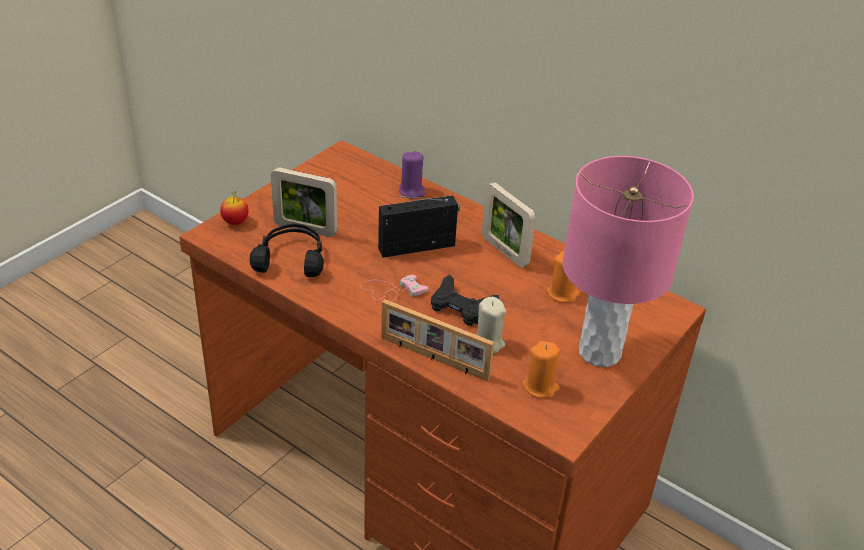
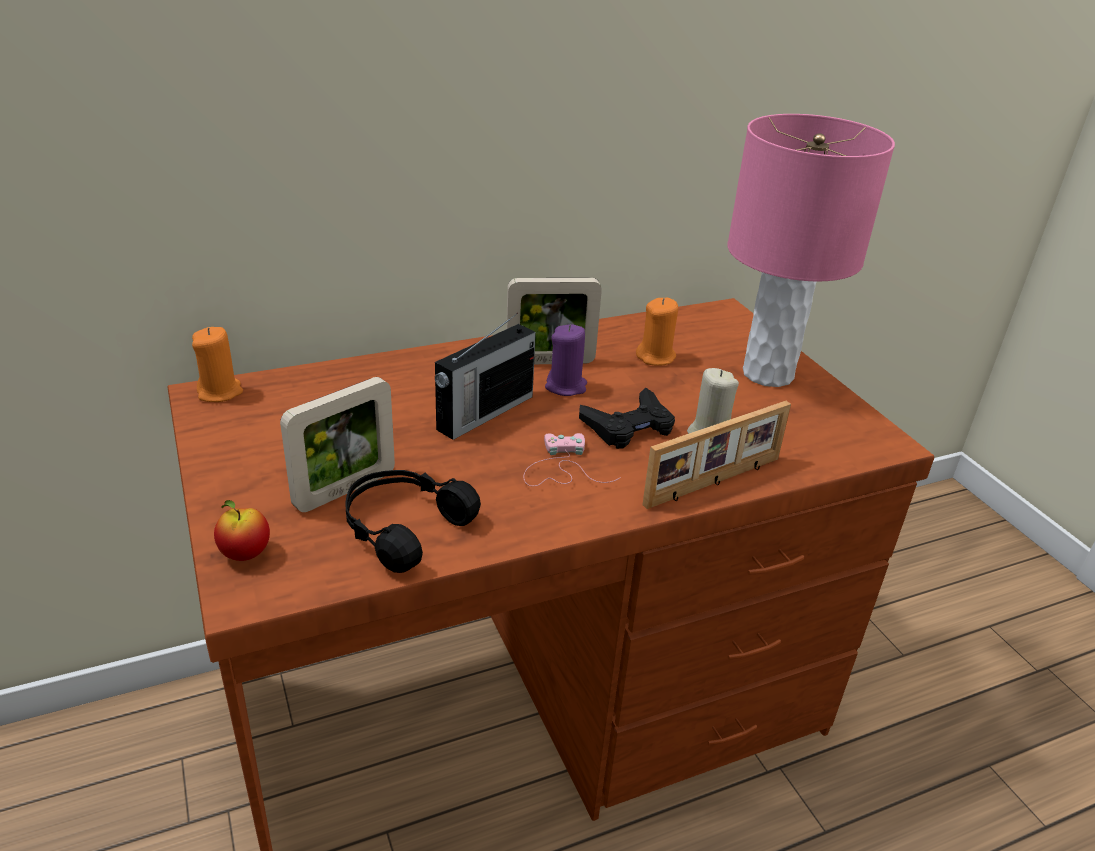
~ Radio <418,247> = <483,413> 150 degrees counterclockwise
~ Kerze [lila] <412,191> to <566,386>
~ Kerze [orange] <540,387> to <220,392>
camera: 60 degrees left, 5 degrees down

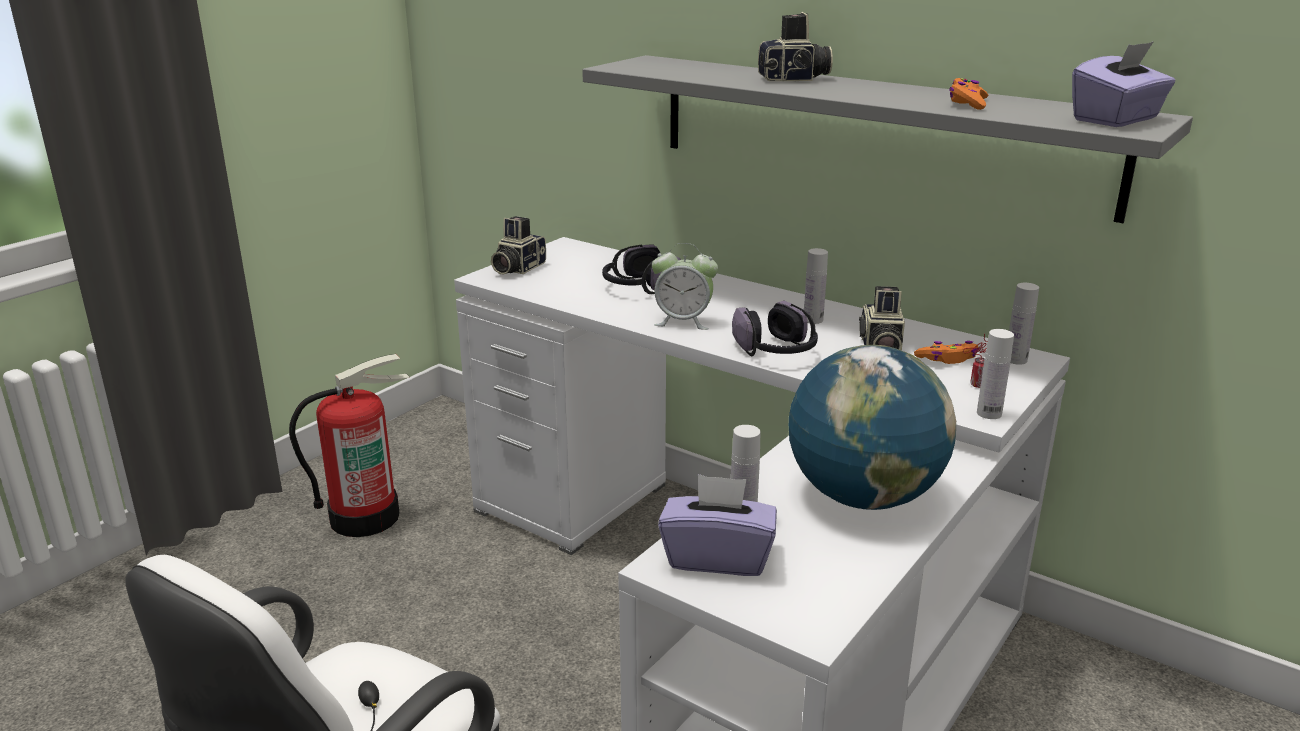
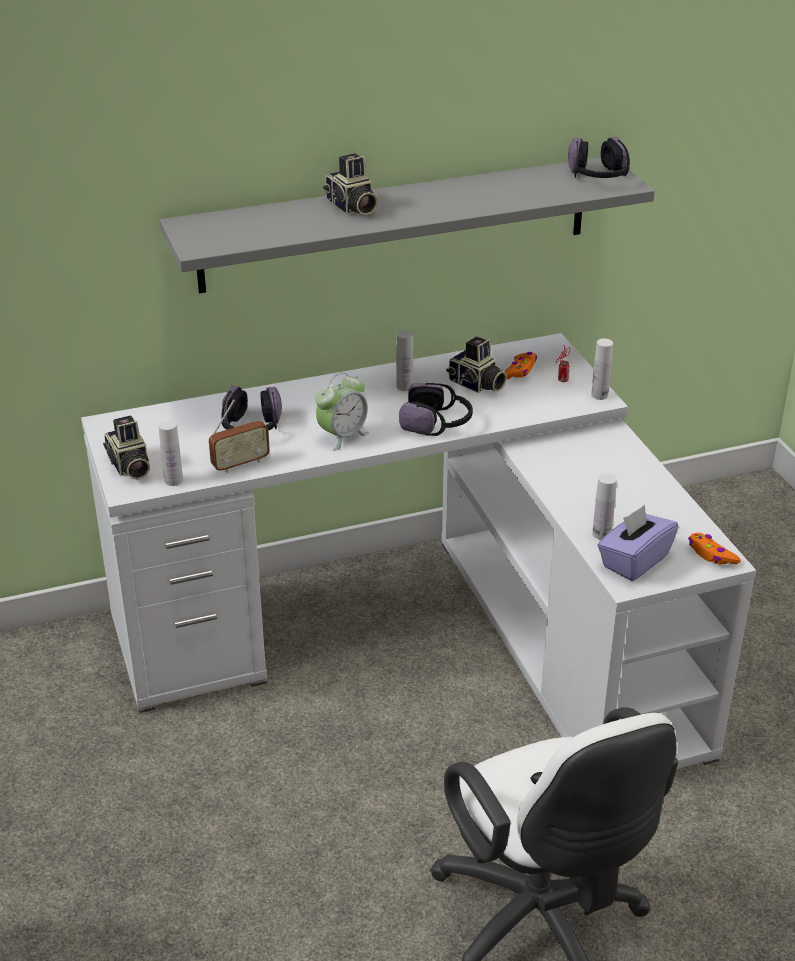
- Feuerlöscher <365,517>
~ Kamera <794,79> = <351,207> 120 degrees clockwise
- Globus <863,496>
~ Gamepad [orange] <967,103> to <711,555>
~ Flasche [weiß] <1015,360> to <173,480>
~ Taschentuchbox [lila] <1117,120> to Kopfhörer <598,177>
+ Radio <240,464>
camera: 55 degrees left, 10 degrees up

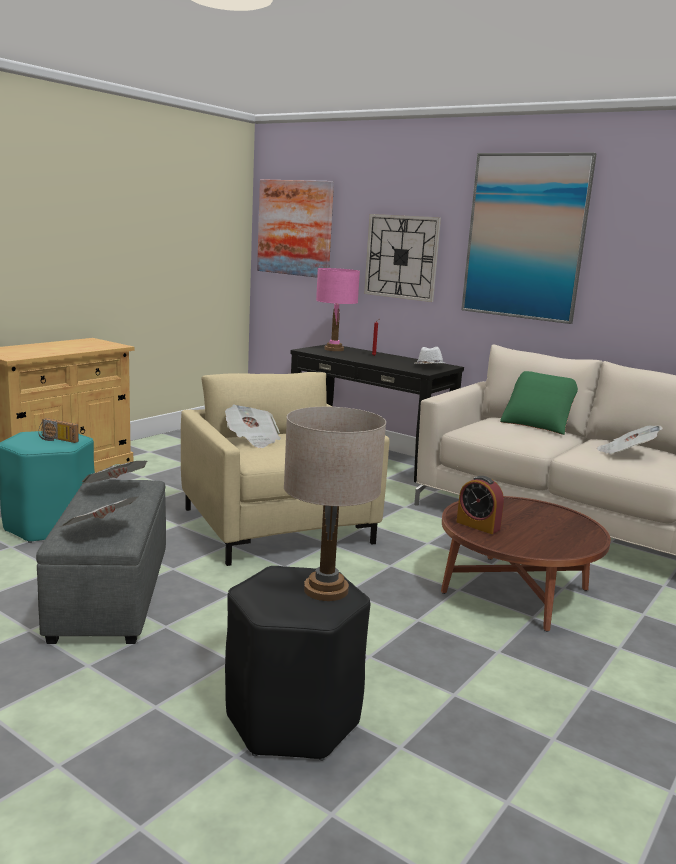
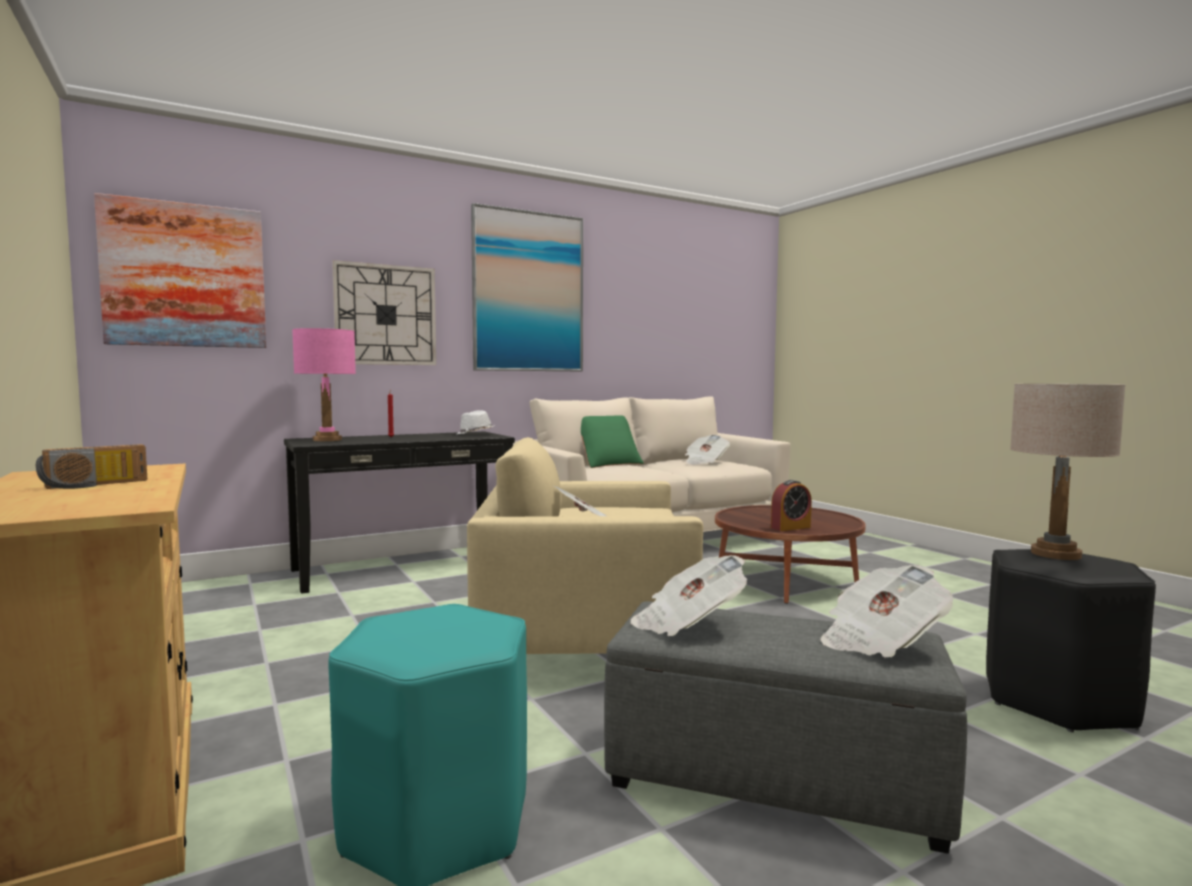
~ Radio <56,440> to <95,485>
camera: 65 degrees left, 10 degrees down

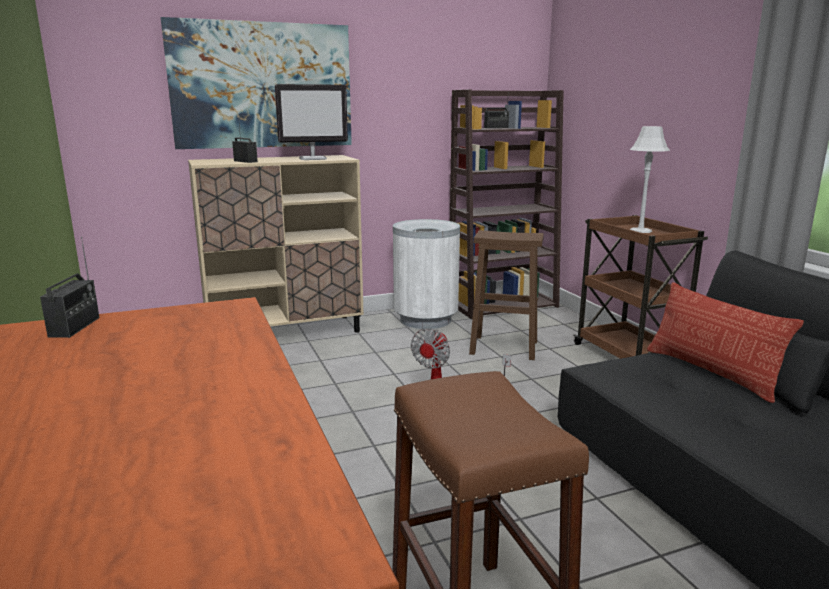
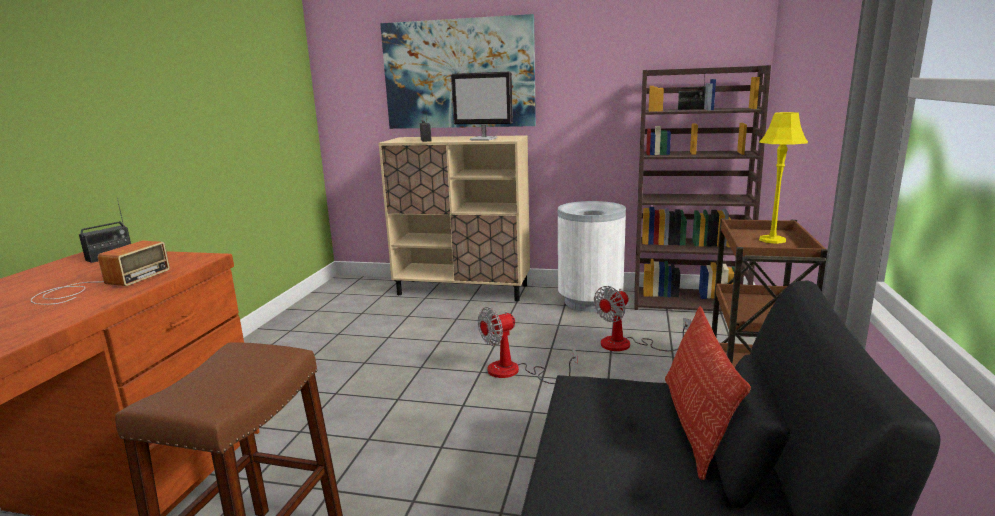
~ Hocker [braun] <505,347> to Ventilator <627,345>
~ Tischlampe [grau] <640,231> to Tischlampe [gelb] <772,240>
+ Radio <98,286>
camera: 35 degrees right, 0 degrees up

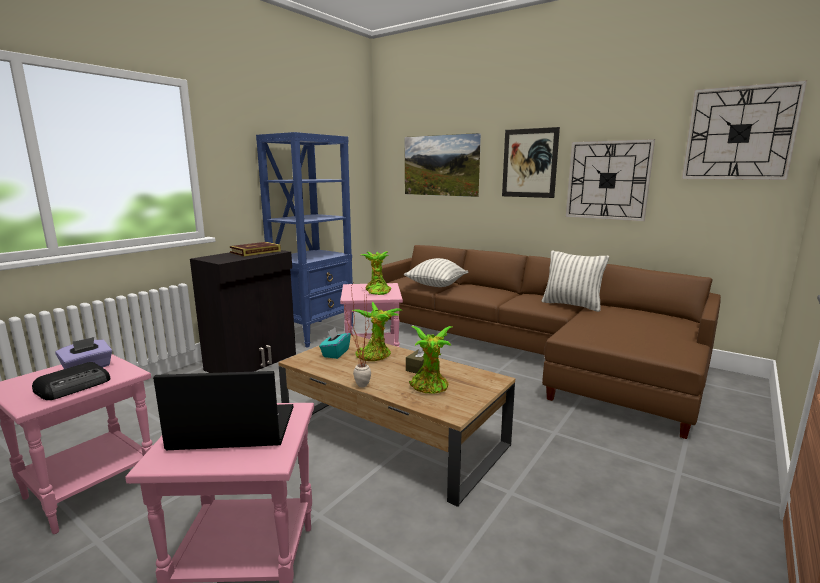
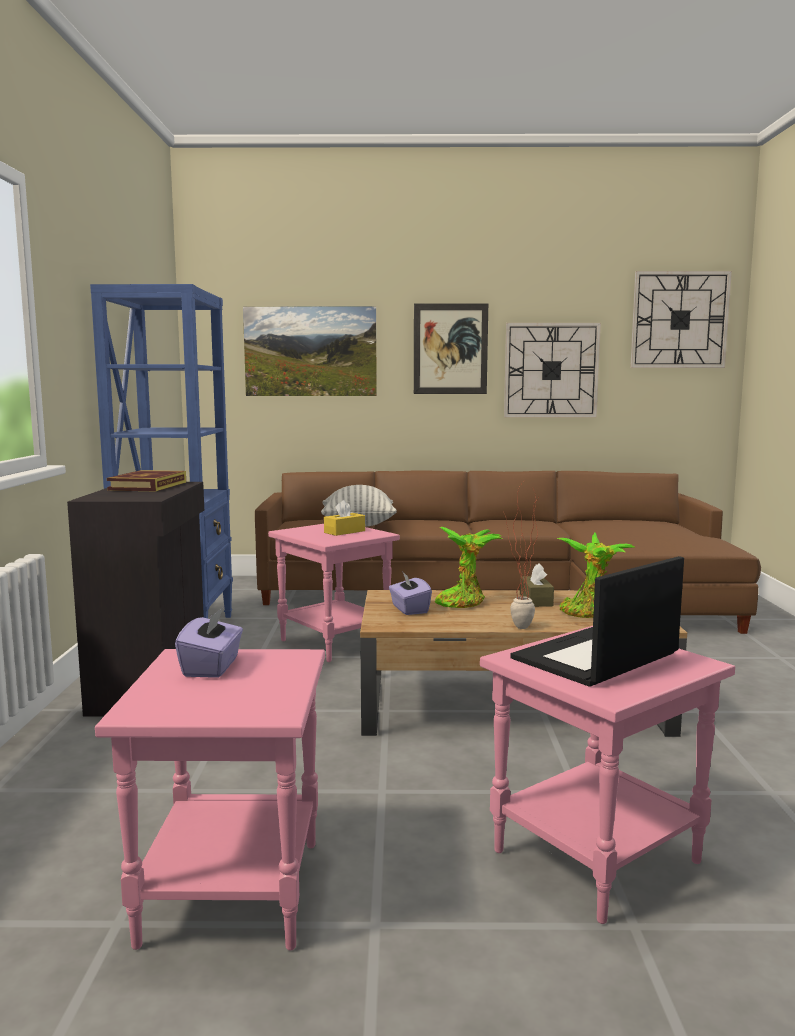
- Radio <75,386>
~ Taschentuchbox [türkis] <335,353> to Taschentuchbox [lila] <409,609>
~ Topfpflanze <377,291> to Taschentuchbox [gelb] <344,532>
- Kissen <571,305>
camera: 35 degrees left, 5 degrees down

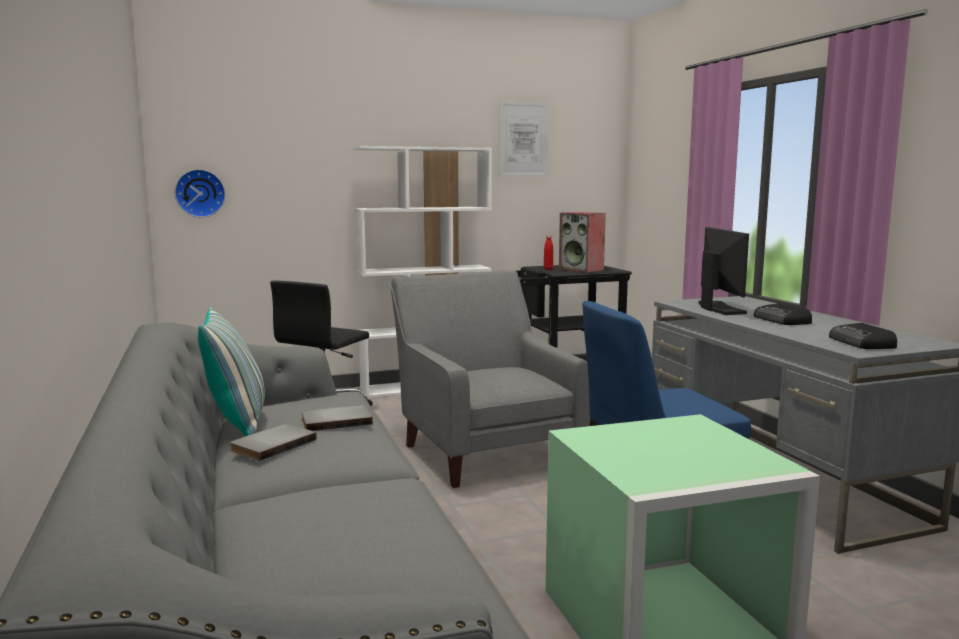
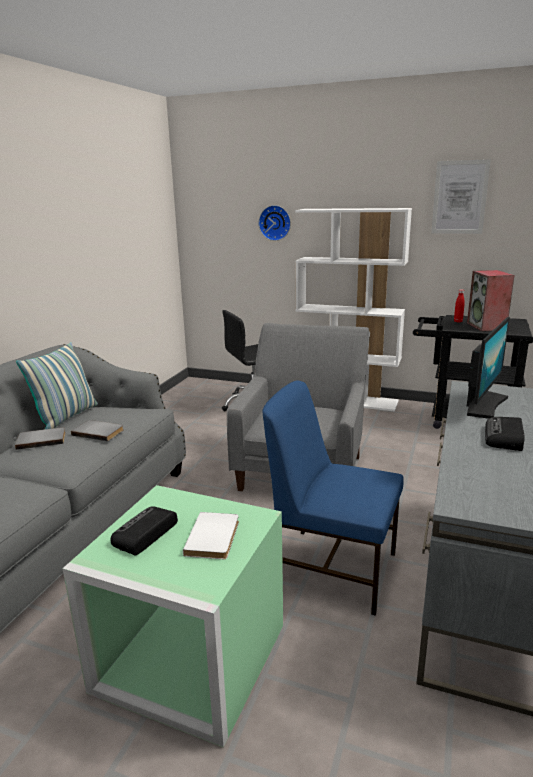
~ Wanduhr <200,193> to <275,223>
~ Radio <862,343> to <144,534>
+ Buch [weiß] <215,537>
camera: 40 degrees right, 10 degrees up

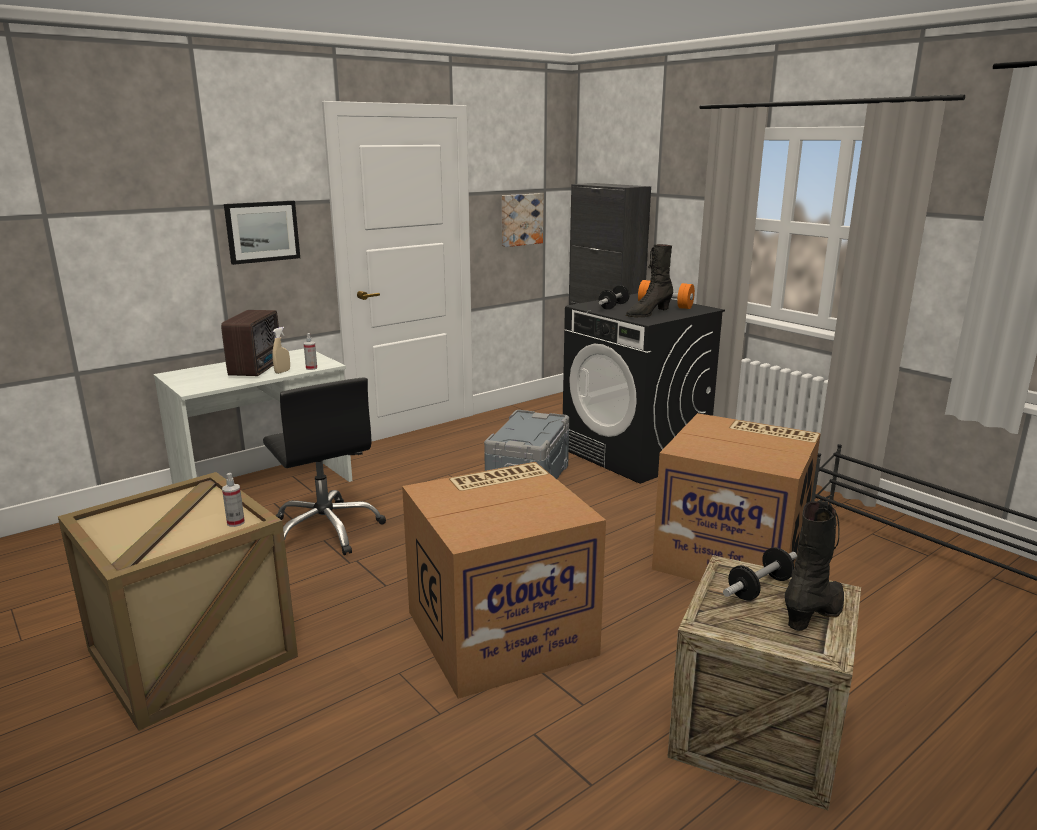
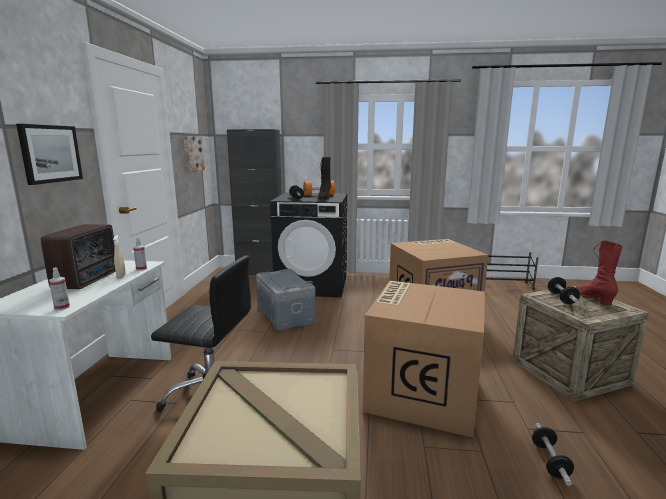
~ Radio <258,368> = <89,280> 45 degrees clockwise
~ Sprühflasche <235,522> to <62,307>
~ Stiefel [schwarz] <815,614> to Stiefel [rot] <593,299>
+ Hantel <550,461>
camera: 45 degrees left, 5 degrees down

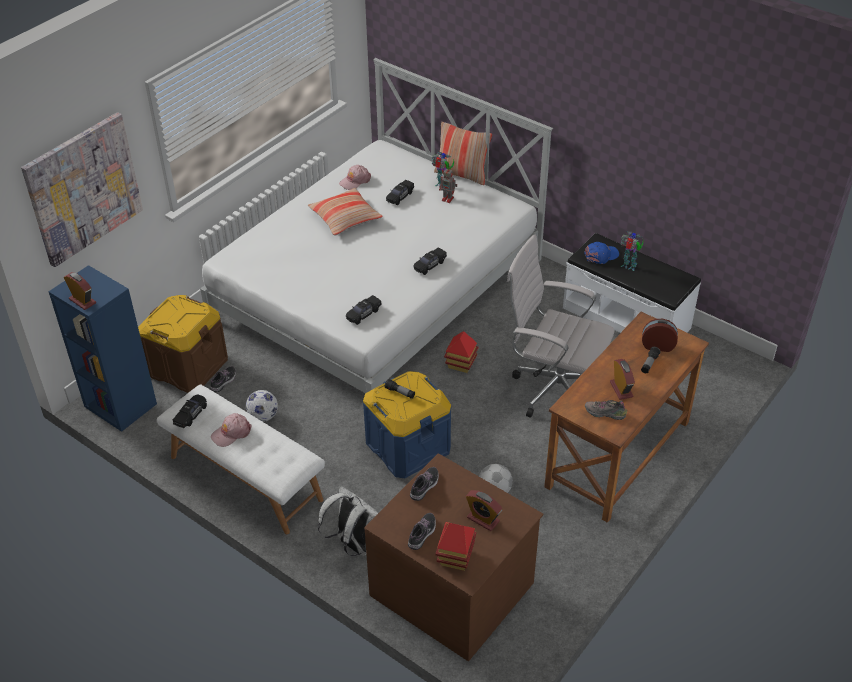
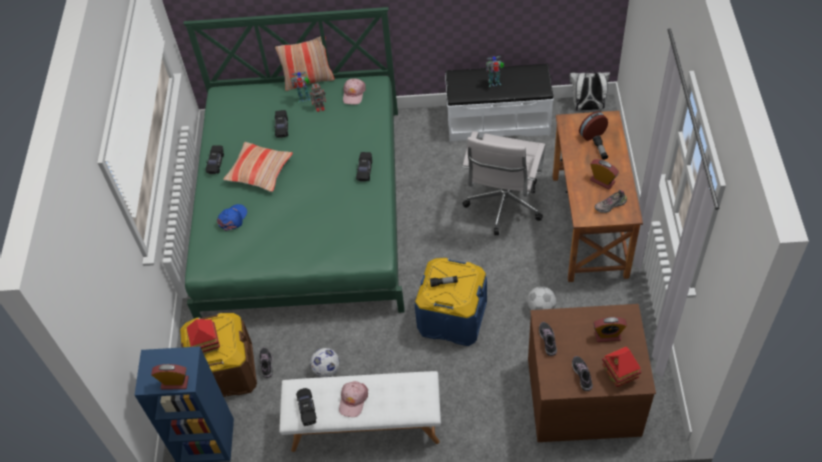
- Bild <83,188>
~ Bett [weiß] <377,288> to Bett [grün] <303,211>
~ Rucksack [weiß] <354,544> to <587,107>
~ Kappe [rosa] <355,181> to <353,94>
~ Spielzeugauto [schwarz] <363,314> to <215,163>
~ Spielzeughaus <460,364> to <206,345>
~ Bürostuhl [weiß] <553,389> = <503,207> 60 degrees counterclockwise
~ Kappe [blau] <601,255> to <233,218>
camera: 35 degrees left, 10 degrees up

